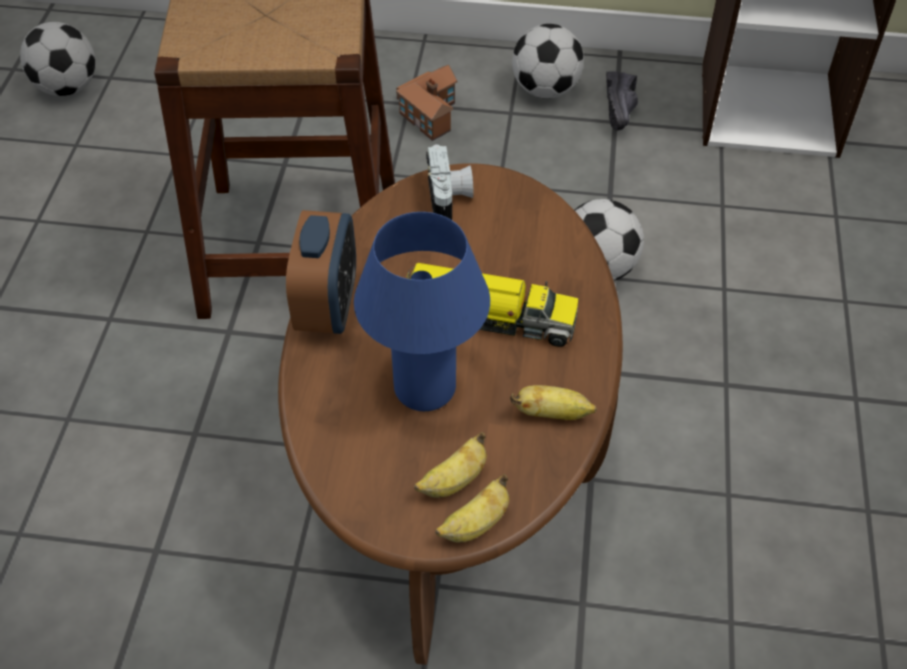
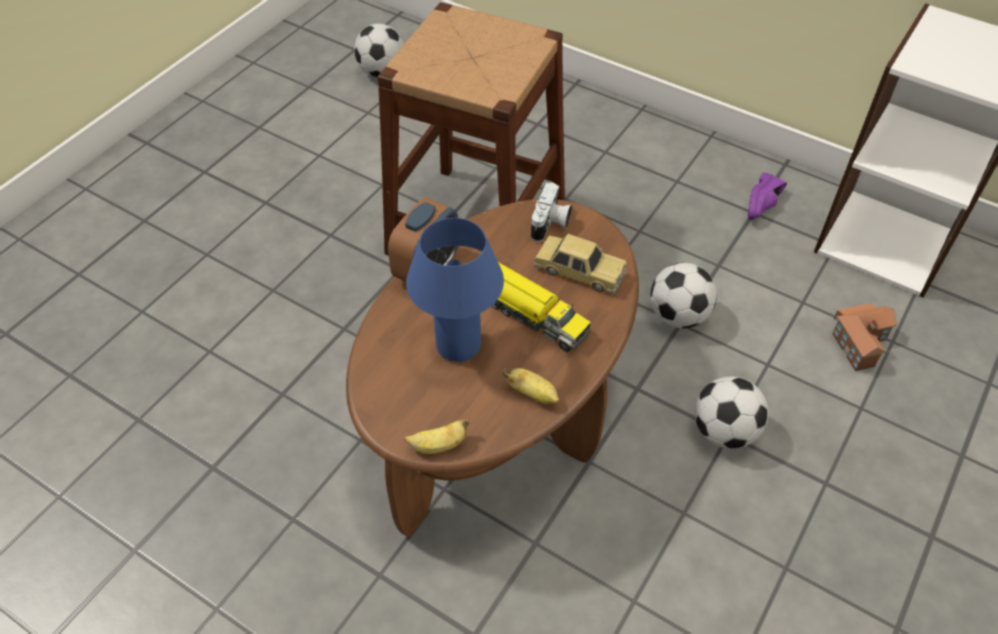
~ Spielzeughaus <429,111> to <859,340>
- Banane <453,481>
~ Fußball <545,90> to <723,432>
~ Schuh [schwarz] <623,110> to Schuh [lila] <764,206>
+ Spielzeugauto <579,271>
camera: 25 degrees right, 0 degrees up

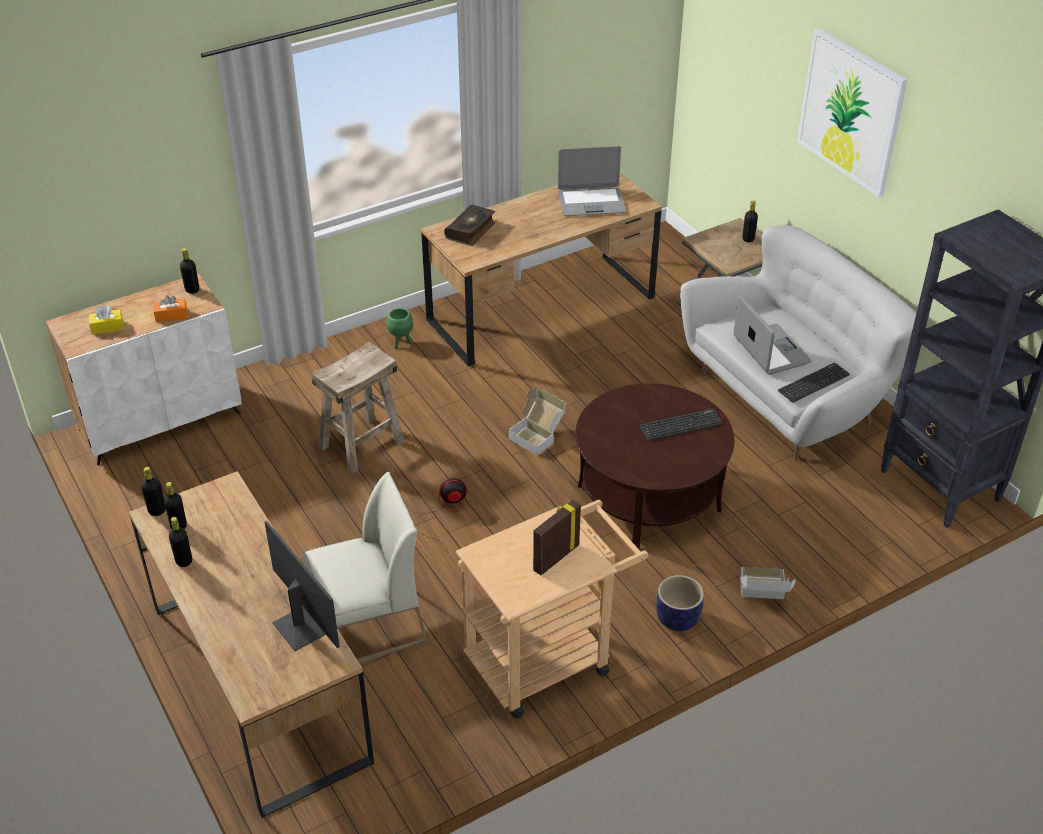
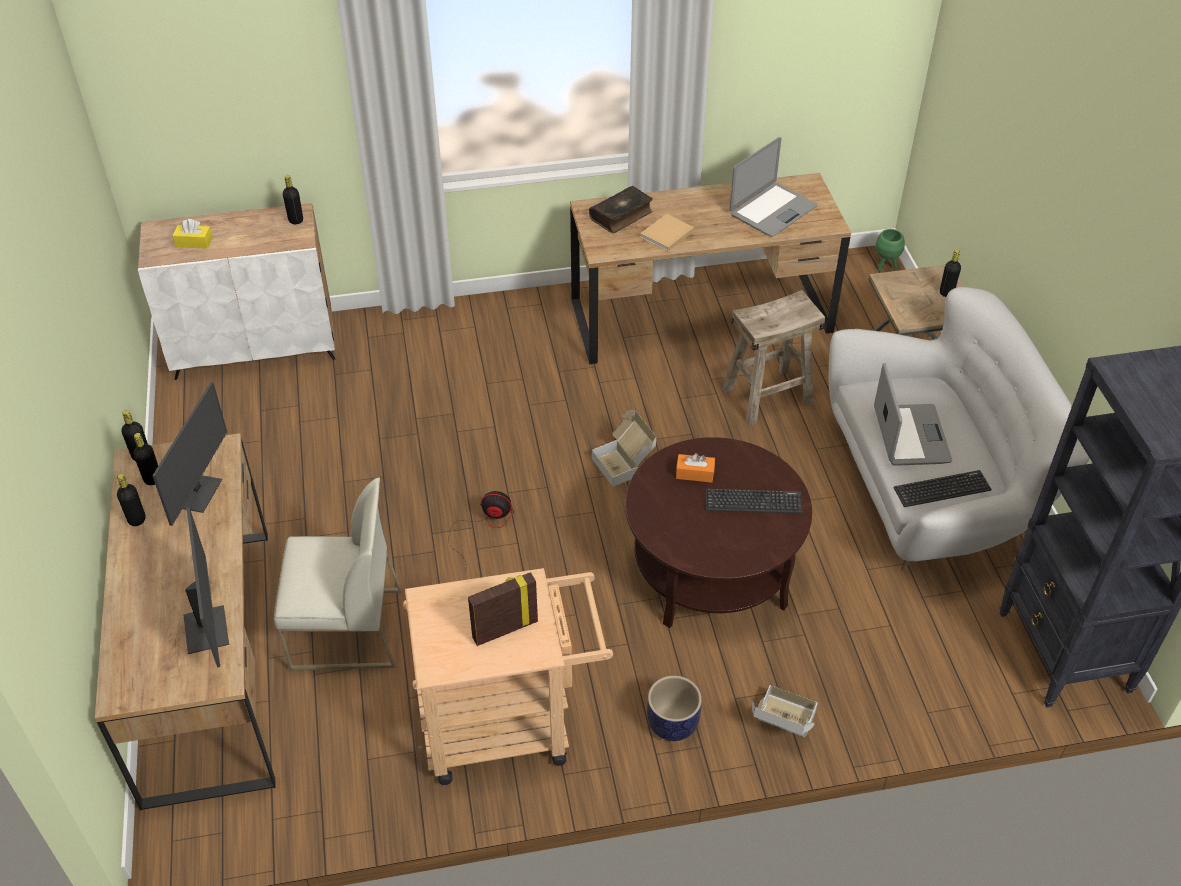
~ Taschentuchbox [orange] <171,316> to <694,473>
~ Hocker [beige] <362,445> to <767,397>
~ Pflanzkübel [grün] <401,343> to <885,266>
~ Laptop <591,202> = <772,210> 60 degrees counterclockwise
- Bild <851,111>
+ Monitor <197,493>
+ Buch [beige] <666,235>
camera: 20 degrees right, 5 degrees up

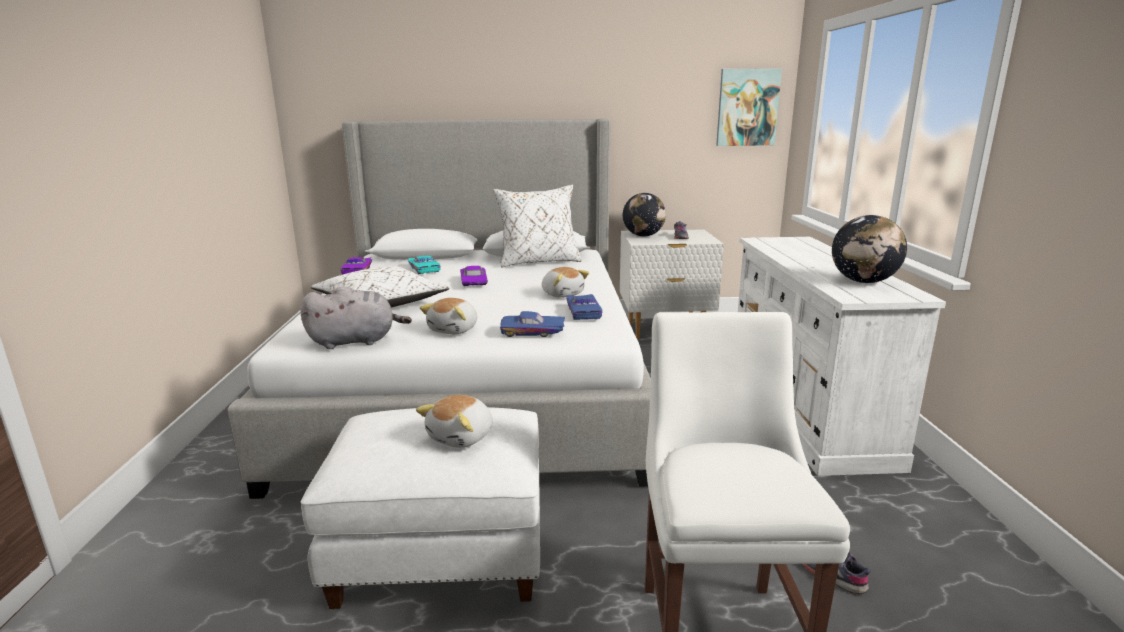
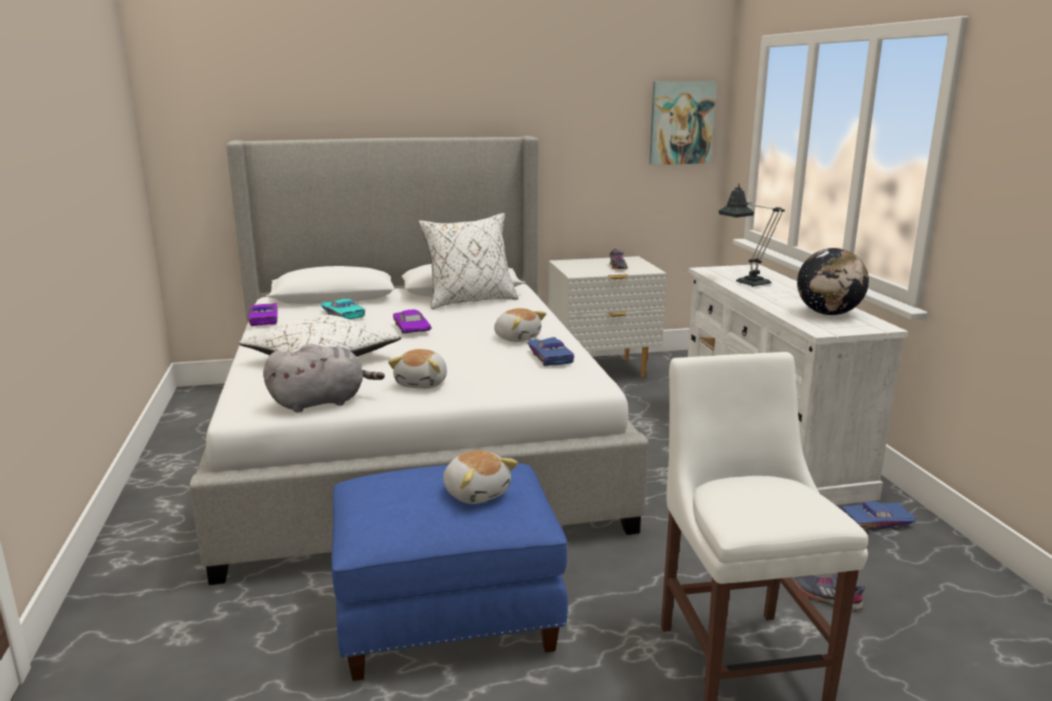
~ Polsterhocker [weiß] <442,551> to Polsterhocker [blau] <447,615>
~ Plüschtier <462,437> = <476,493> 60 degrees counterclockwise
~ Spielzeugauto [blau] <532,332> to <877,523>
- Globus <643,236>
+ Tischlampe <747,282>
camera: 10 degrees left, 0 degrees up

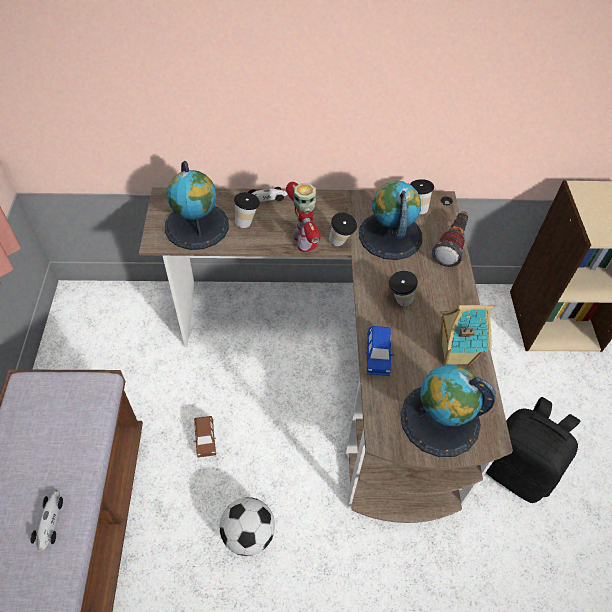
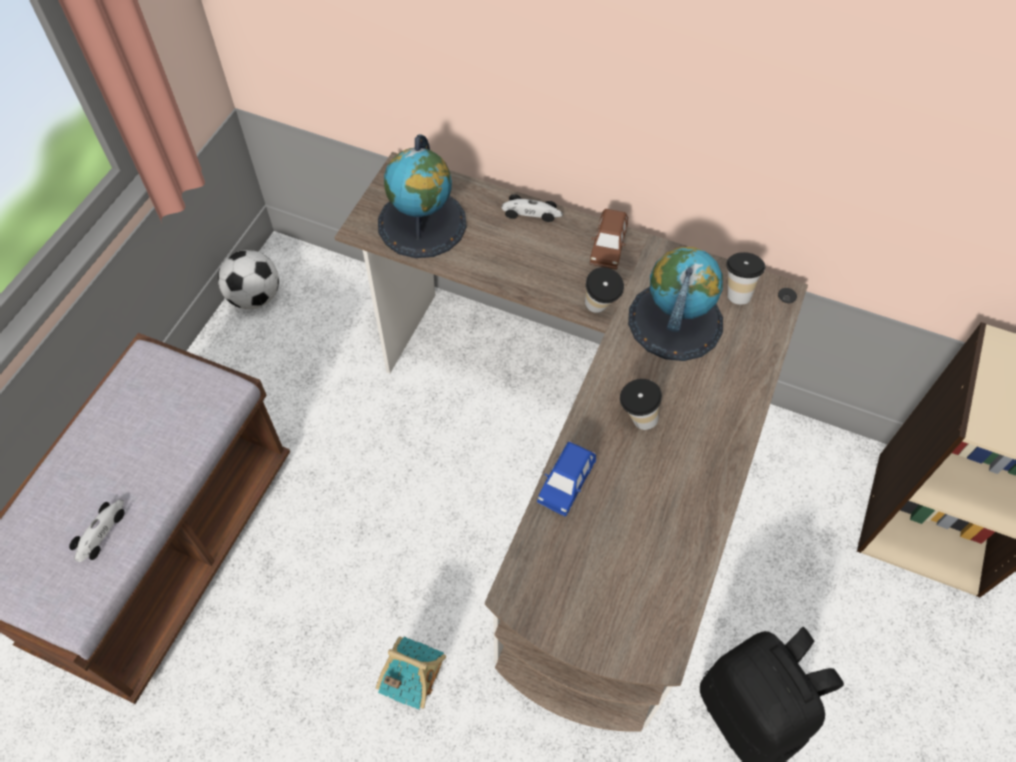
~ Spielzeugauto [braun] <205,439> to <608,248>
~ Fußball <248,534> to <255,297>
- Tasse <247,222>
- Spielzeugroboter <304,242>
- Globus <440,420>
- Taschenlampe <451,245>
~ Spielzeughaus <453,353> to <414,684>
camera: 25 degrees right, 5 degrees up

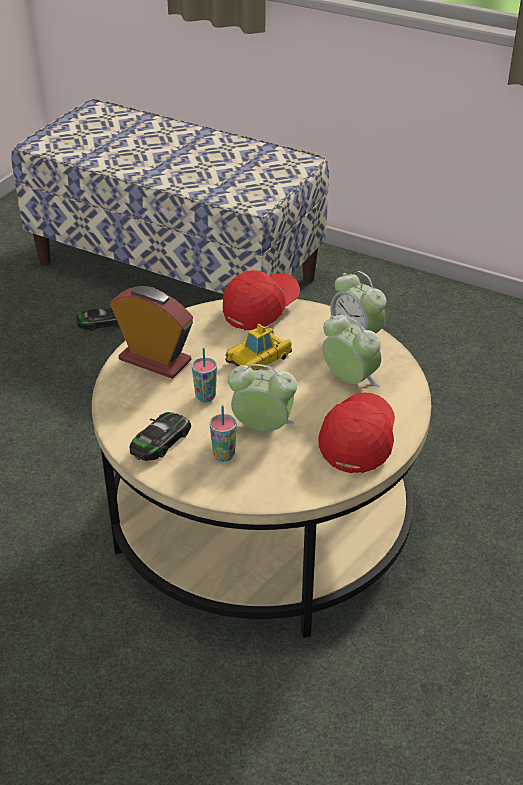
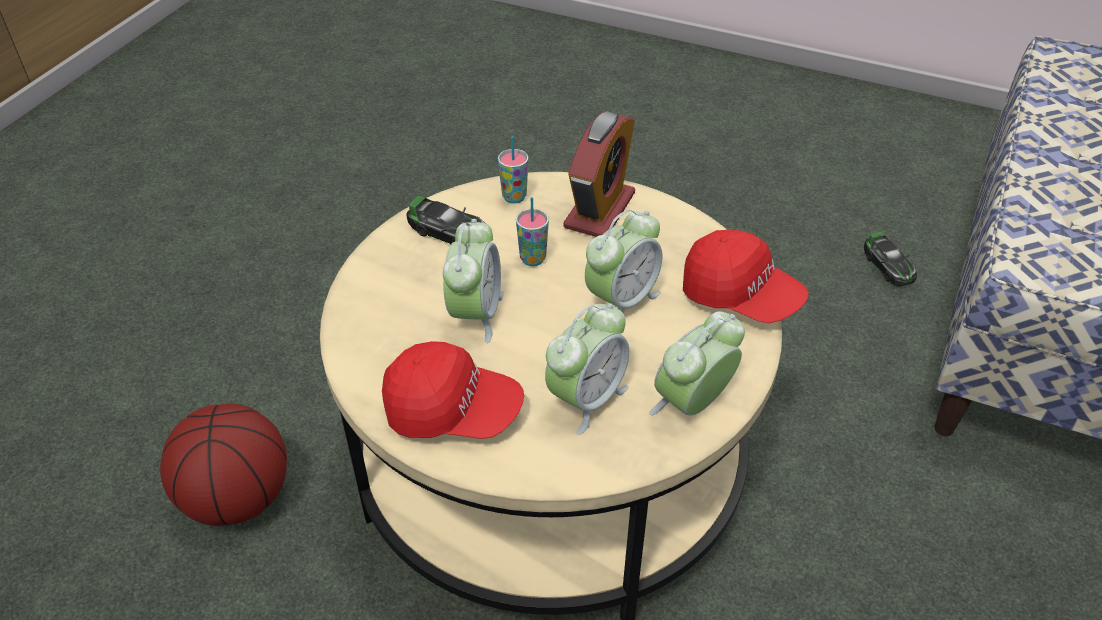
~ Tasse <224,455> to <514,197>
~ Spielzeugauto <258,358> to Wecker <621,301>
+ Basketball <239,497>
camera: 85 degrees right, 5 degrees up

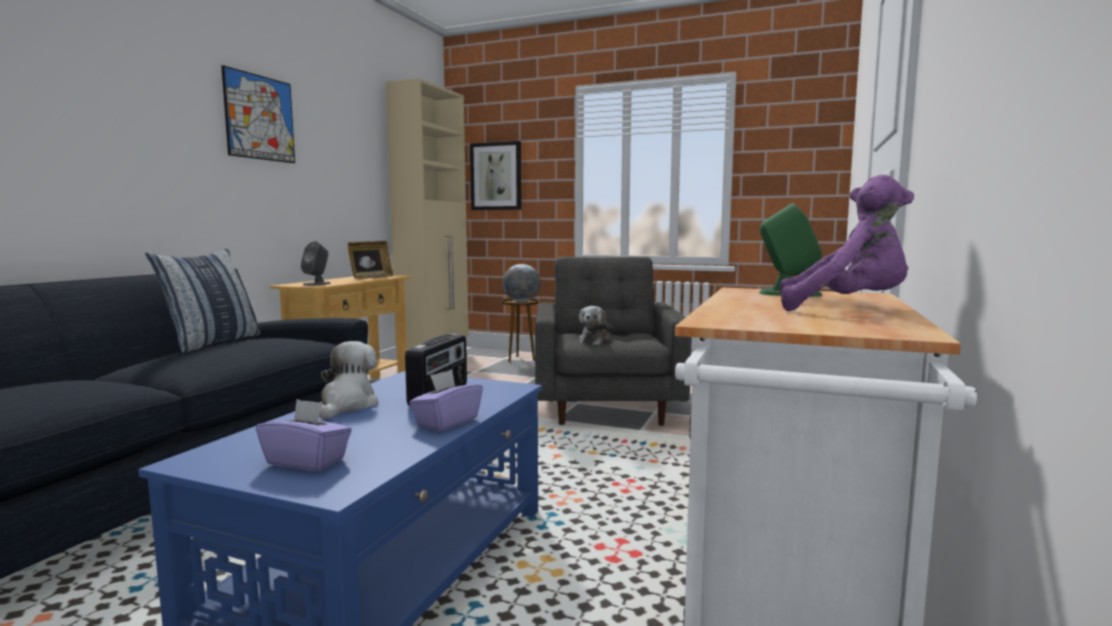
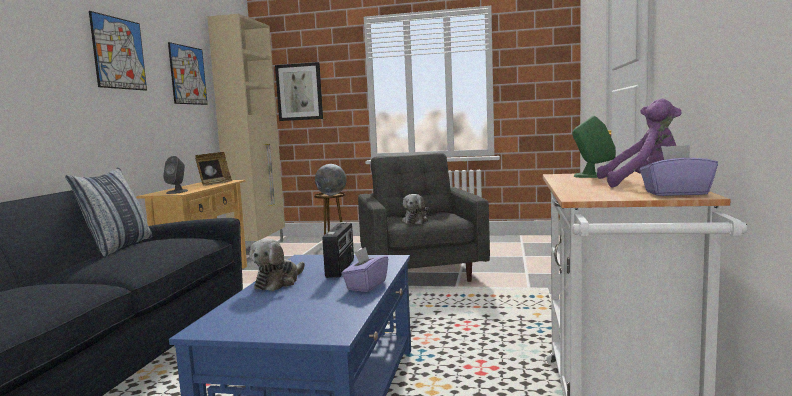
~ Taschentuchbox [lila] <307,461> to <676,193>
~ Plüschtier <347,405> = <278,282> 150 degrees counterclockwise
+ Bild <188,75>
camera: 10 degrees left, 0 degrees up

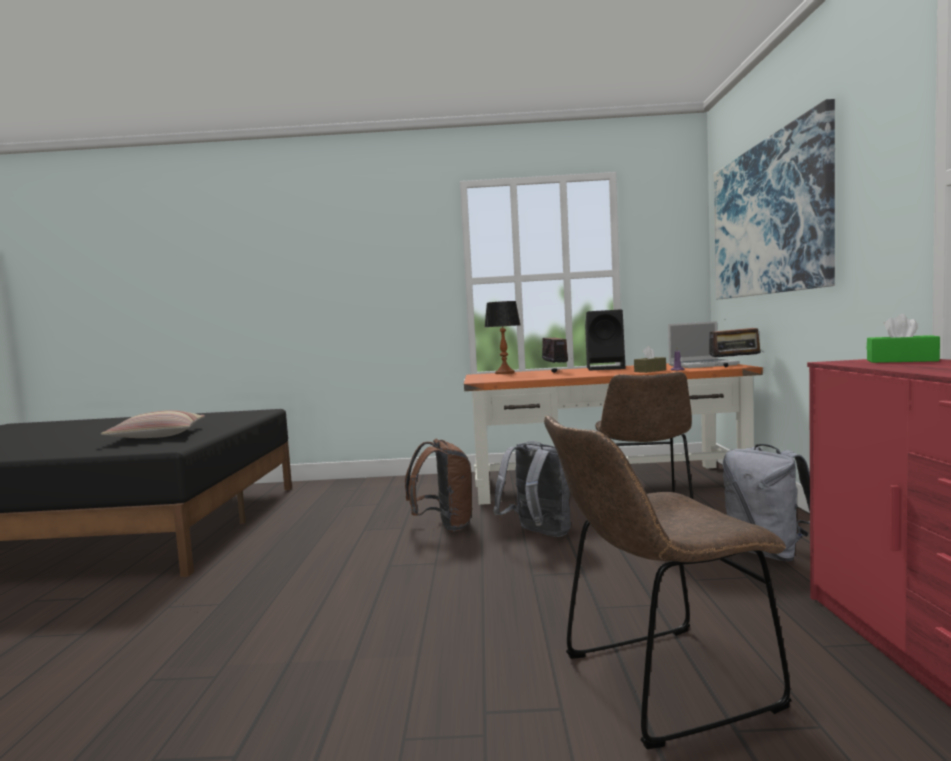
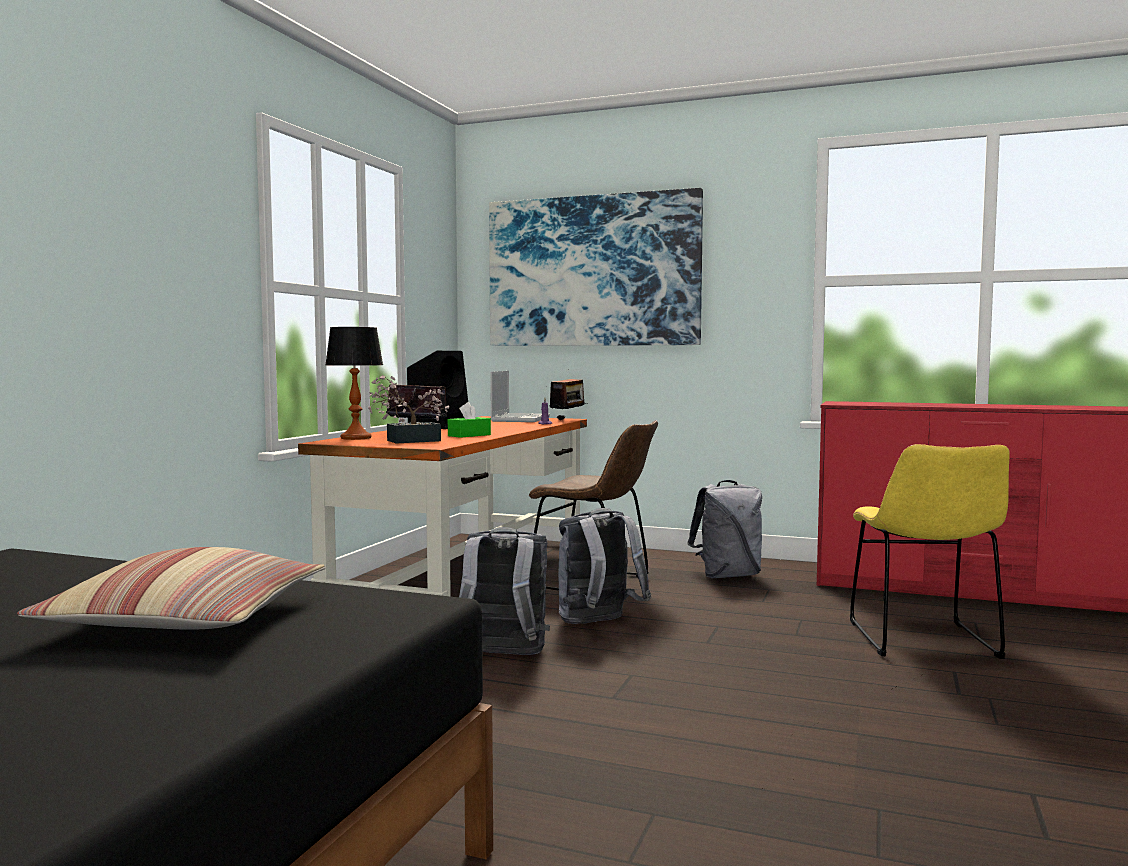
~ Rucksack [braun] <444,526> to Rucksack [grau] <504,656>
~ Stuhl [braun] <658,684> to Stuhl [gelb] <924,642>
- Taschentuchbox [braun] <650,371>
~ Taschentuchbox [grün] <901,361> to <469,435>
+ Topfpflanze <407,441>
camera: 70 degrees left, 0 degrees up

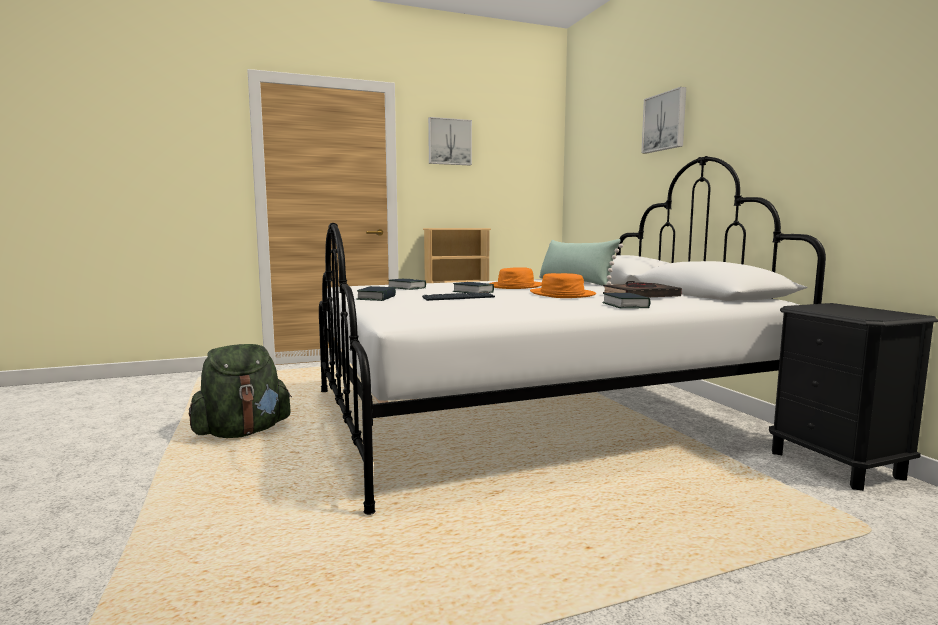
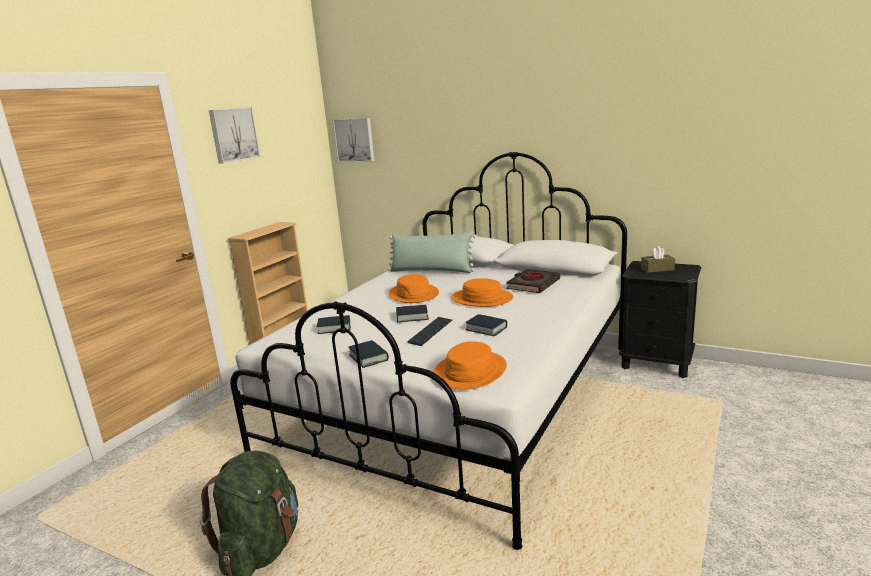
~ Buch <625,305> to <486,329>
~ Bild <665,122> to <355,140>
+ Hut [orange] <470,371>
+ Taschentuchbox [braun] <657,269>
camera: 40 degrees left, 10 degrees up

